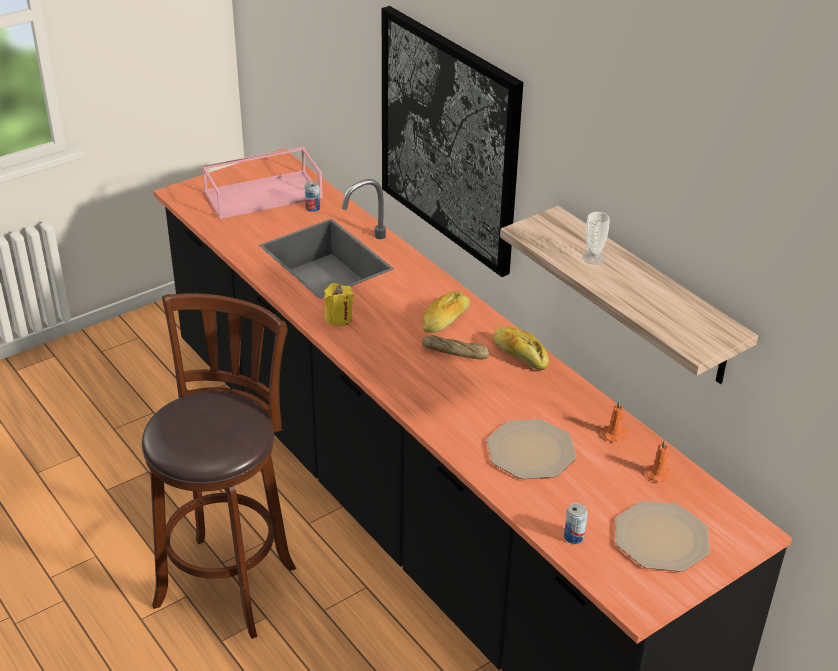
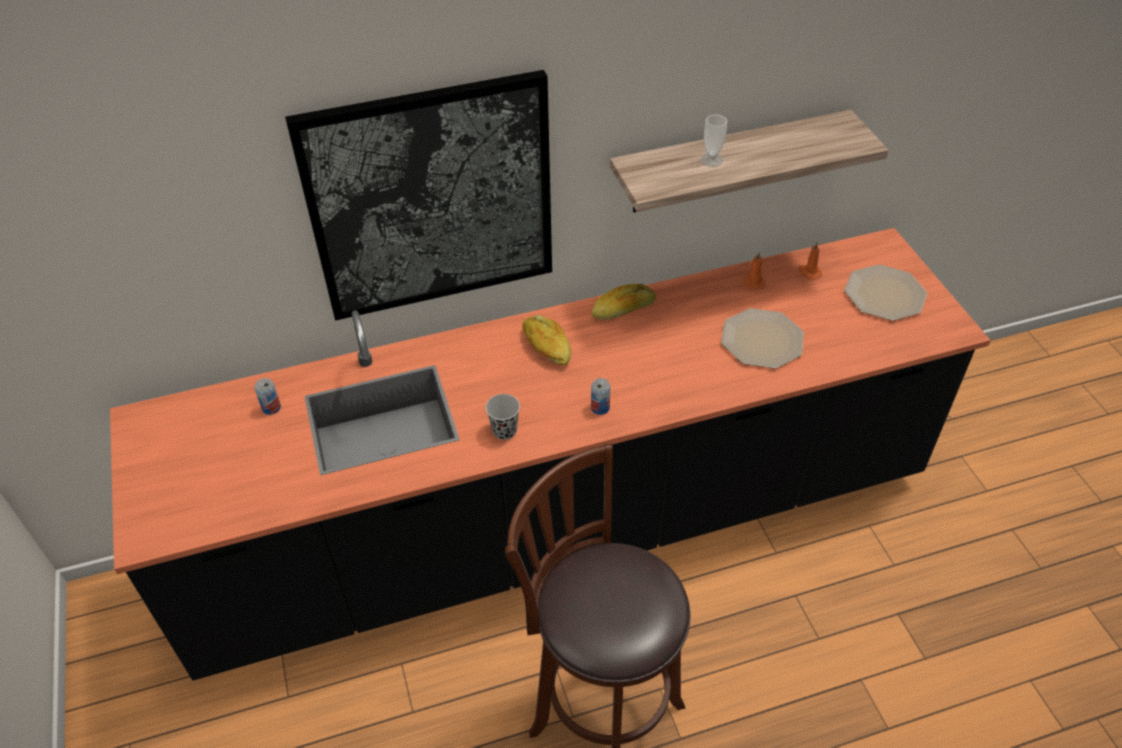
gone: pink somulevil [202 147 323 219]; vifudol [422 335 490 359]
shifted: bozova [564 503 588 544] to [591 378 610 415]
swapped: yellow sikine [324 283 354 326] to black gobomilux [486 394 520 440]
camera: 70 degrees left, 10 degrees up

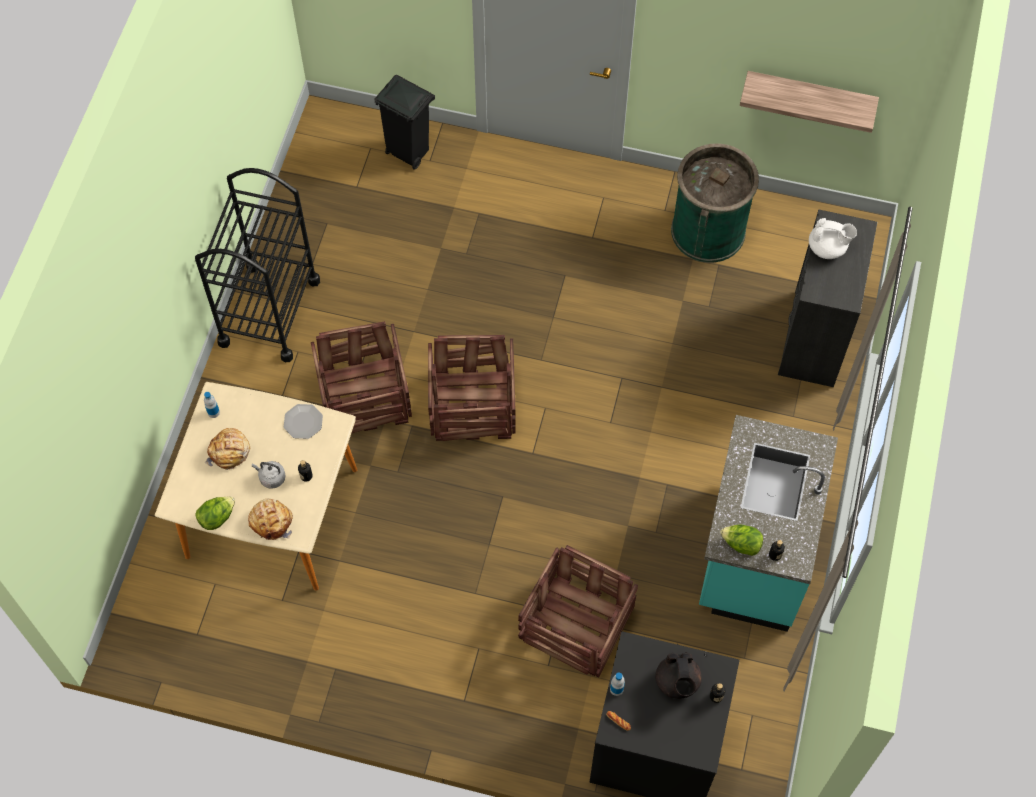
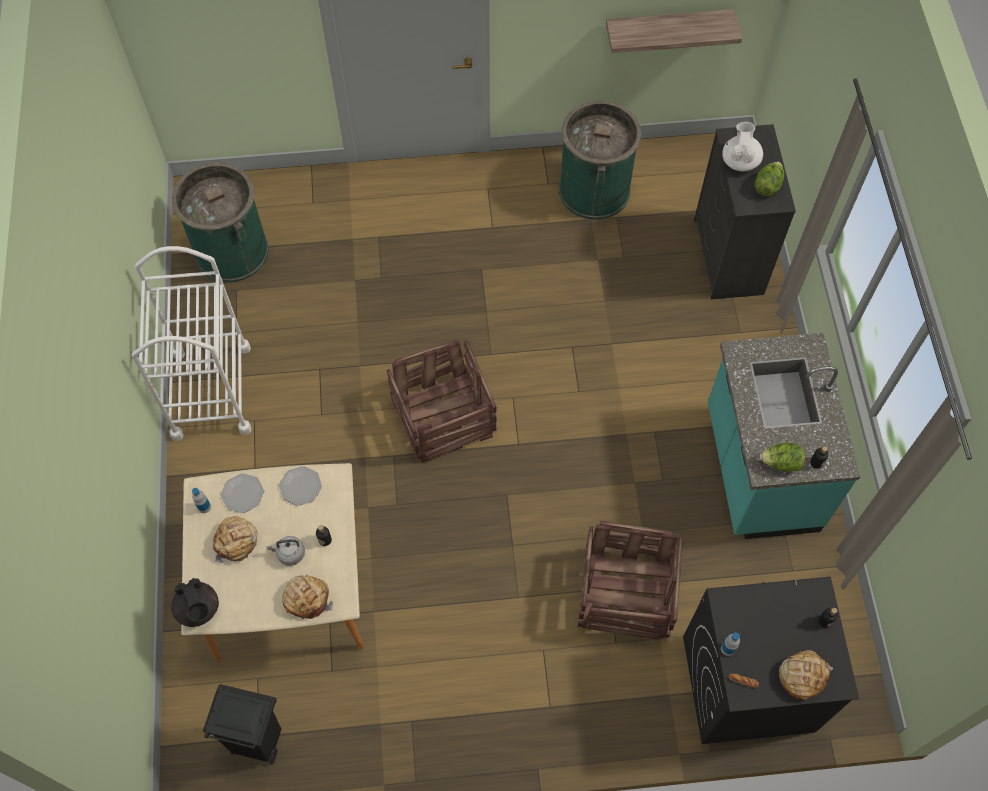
gone: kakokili [311 321 412 434]
new: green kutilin [172 163 269 283]; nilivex [221 473 264 513]; vifudol [779 650 833 700]
shifted: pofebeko [195 496 235 530] to [754 161 784 196]; black kutilin [374 75 435 170] to [203 684 282 765]; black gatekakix [655 652 702 699] to [171 578 219 627]
repainted: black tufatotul [195 168 320 362] to white tufatotul [132 246 252 441]
rotated: white gatekakix [809 218 857 259] = [722 122 763 171] 75 degrees counterclockwise
camera: 20 degrees left, 0 degrees up

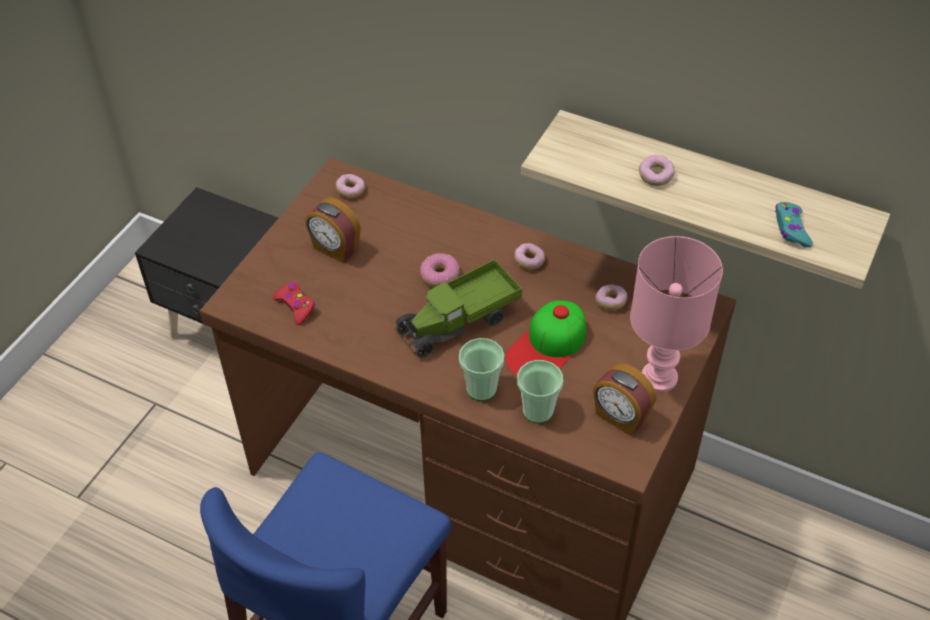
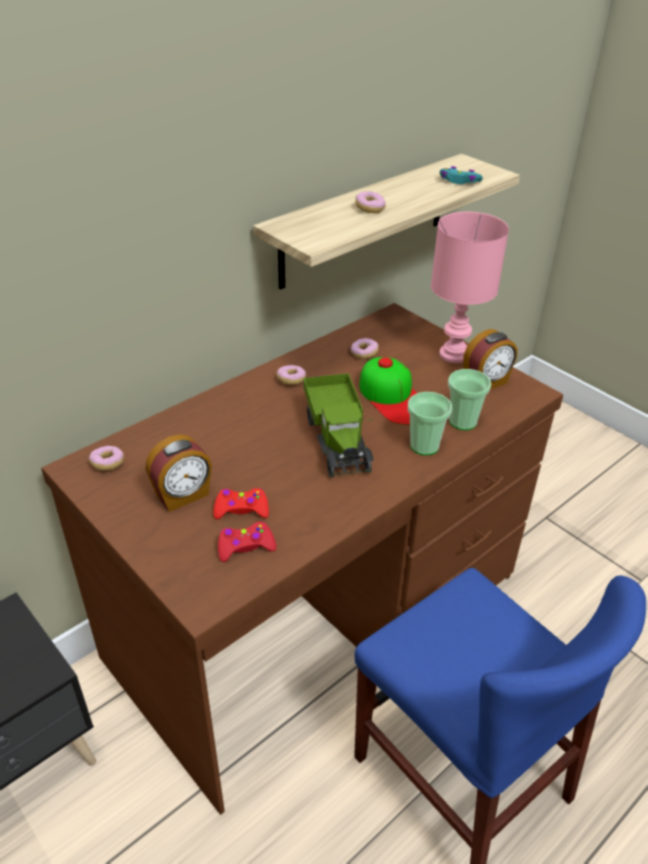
gone: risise [420 253 460 287]
new: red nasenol [213 488 269 519]
camera: 70 degrees left, 10 degrees down

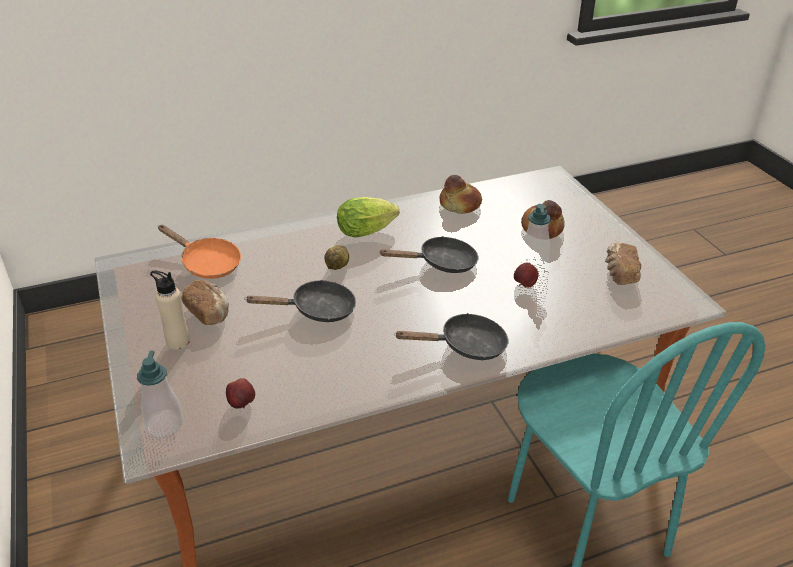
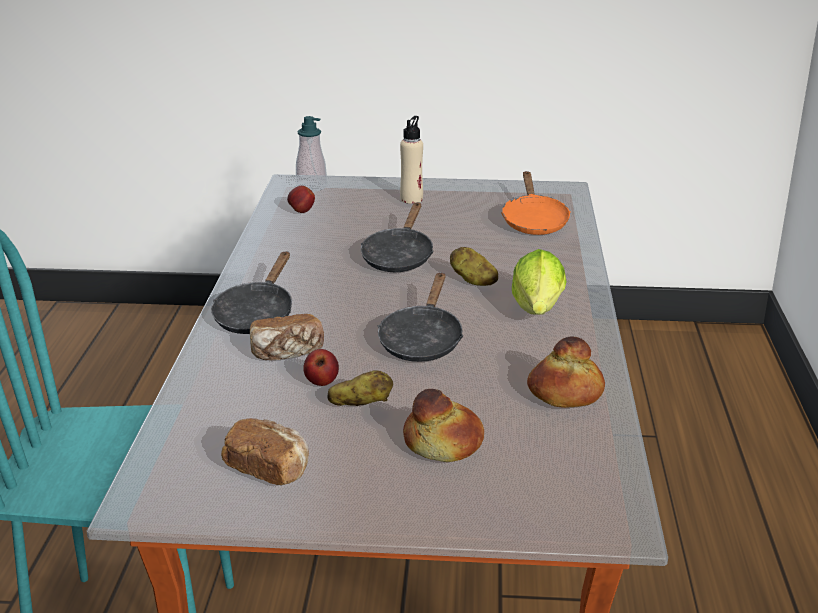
shifted: vifudol [181 280 229 325] to [250 314 324 360]
swapped: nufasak [520 204 551 271] to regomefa [327 370 393 406]
rotated: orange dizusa [158 225 241 279] = [501 171 571 235] 60 degrees counterclockwise
camera: 115 degrees right, 10 degrees down

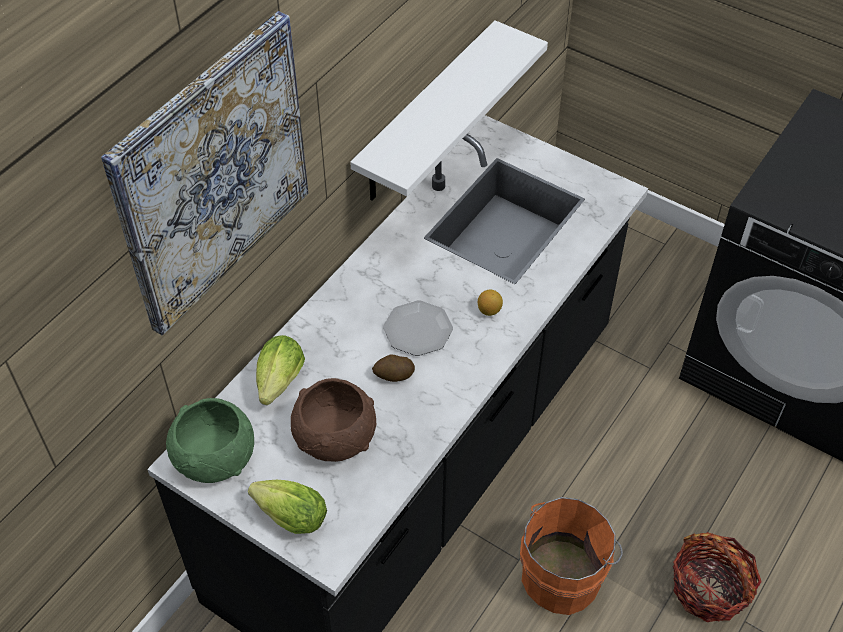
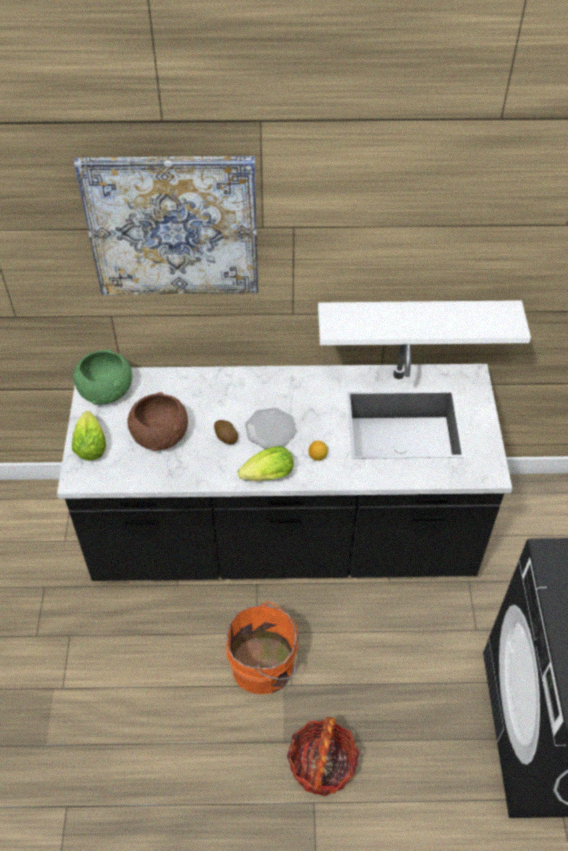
shifted: pofebeko [256 335 305 405] to [238 446 294 481]
camera: 55 degrees right, 0 degrees up

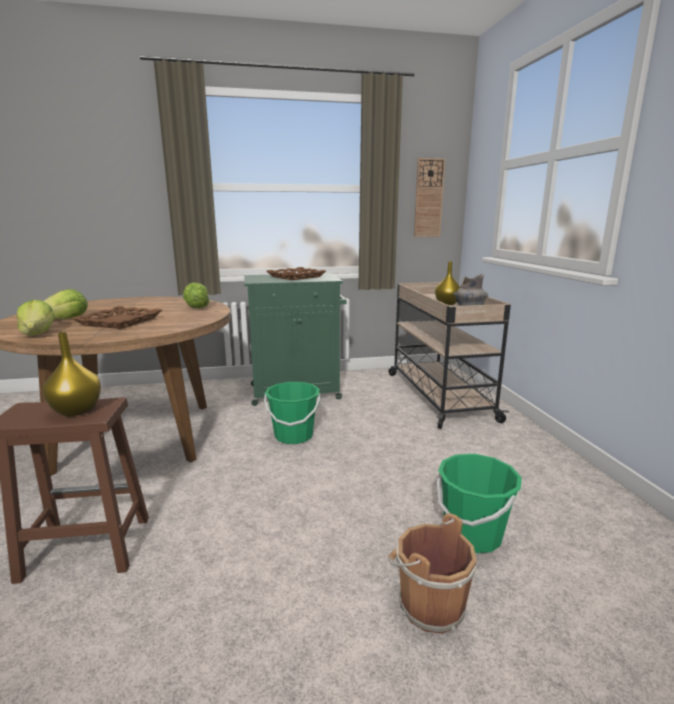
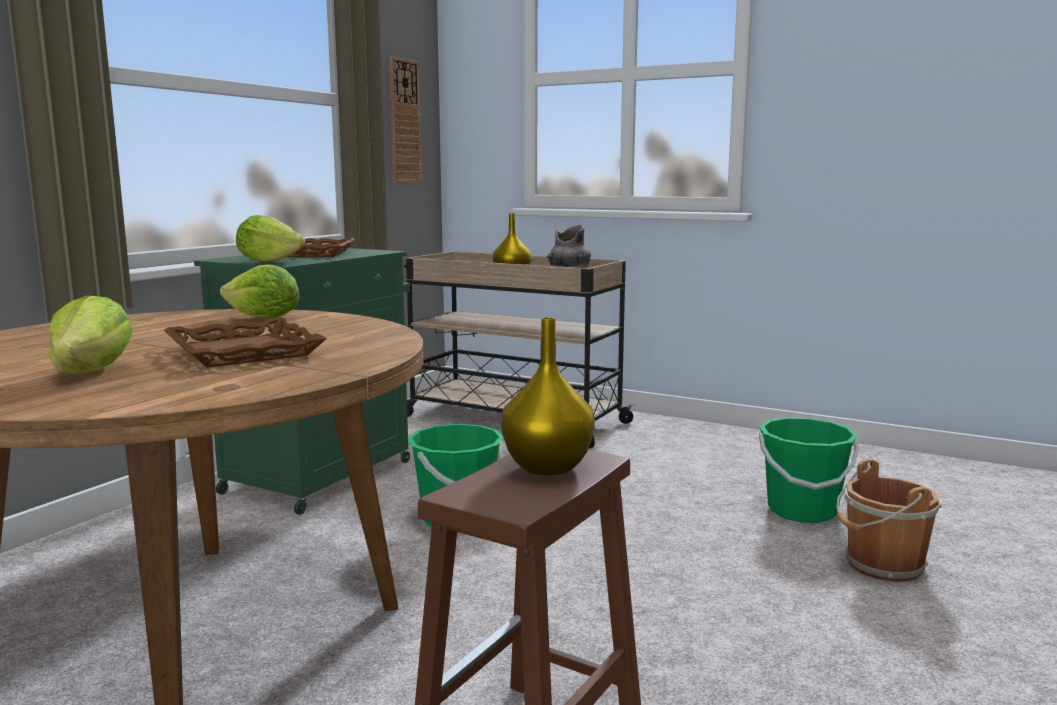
shifted: pofebeko [17 300 55 336] to [236 215 305 262]
camera: 50 degrees left, 5 degrees down

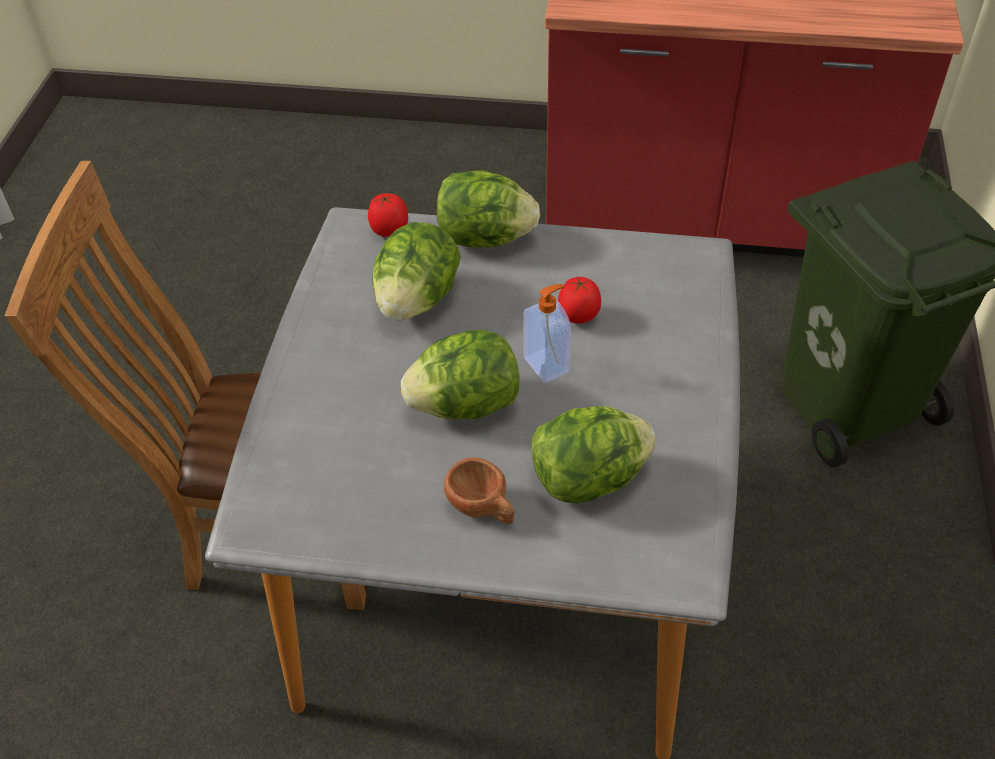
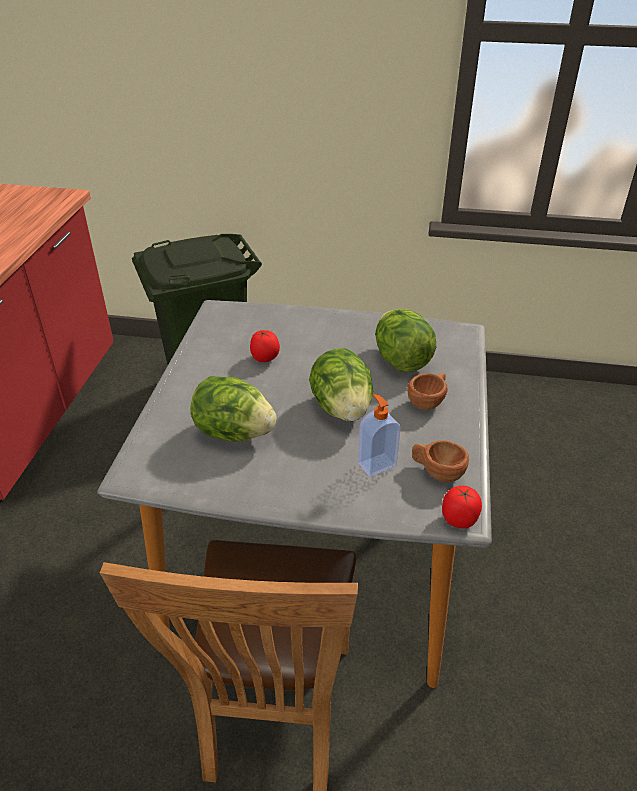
gone: pofebeko [436 170 540 248]
new: brown gobomilux [412 440 469 482]
shifted: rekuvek [368 193 408 237] to [442 486 482 529]; nufasak [524 284 571 383] to [358 394 401 477]
camera: 90 degrees left, 10 degrees down

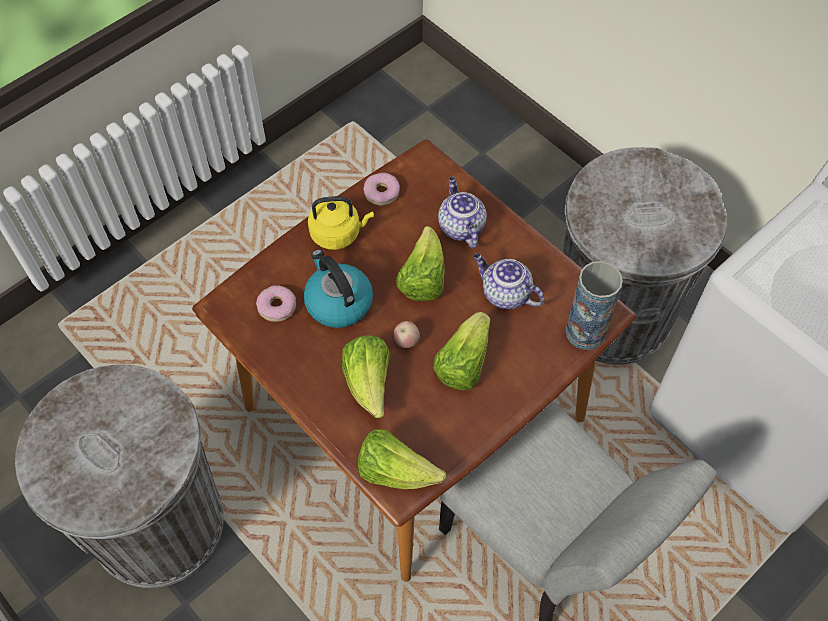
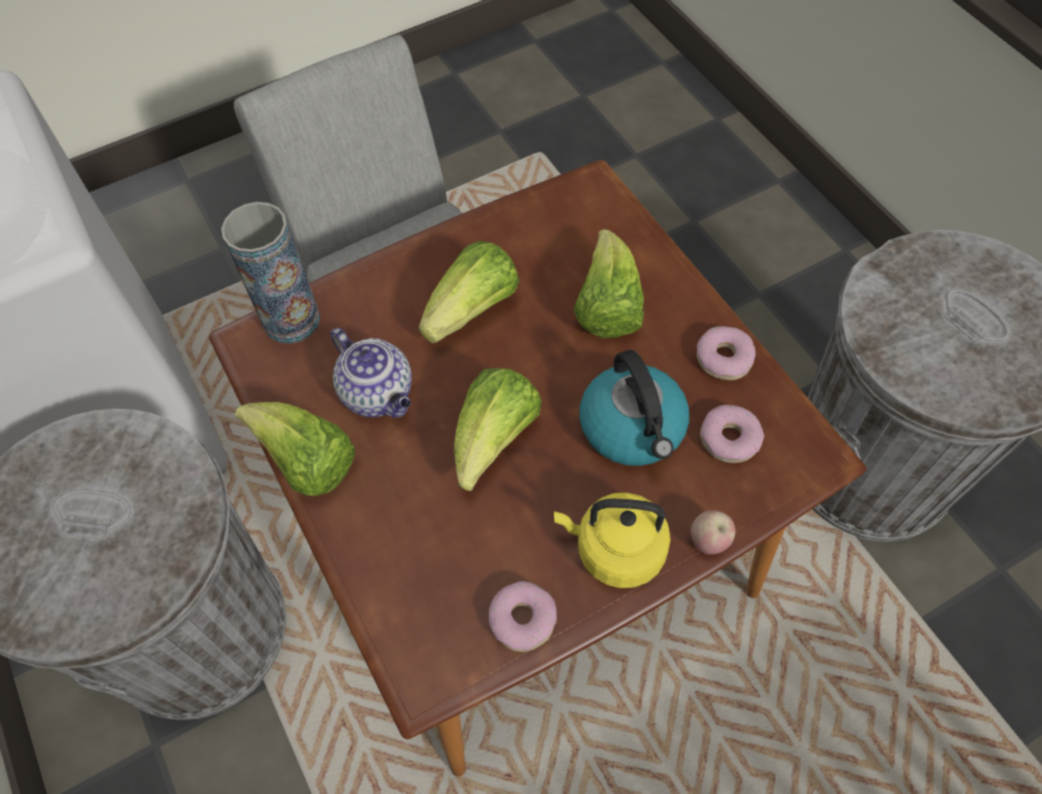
gone: gatekakix [438 176 487 249]
new: risise [697 326 756 381]
shifted: pofebeko [358 429 446 489] to [235 402 355 496]; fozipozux [393 321 420 348] to [690 510 735 555]
camera: 165 degrees left, 0 degrees up

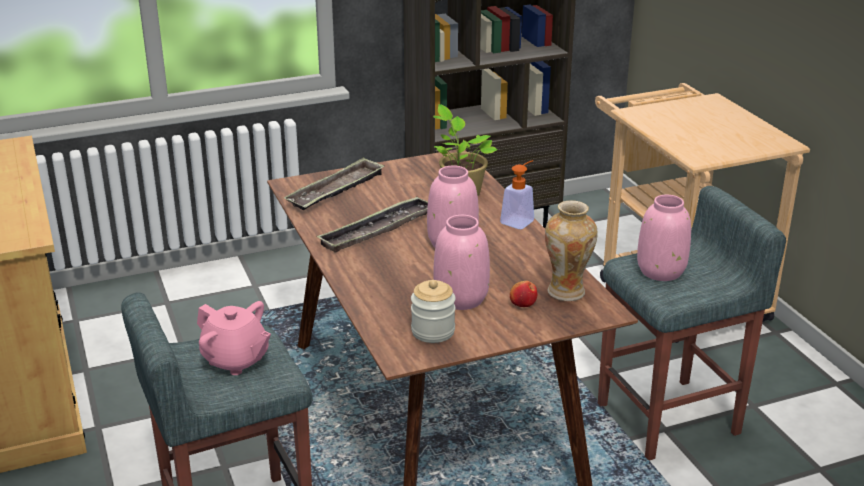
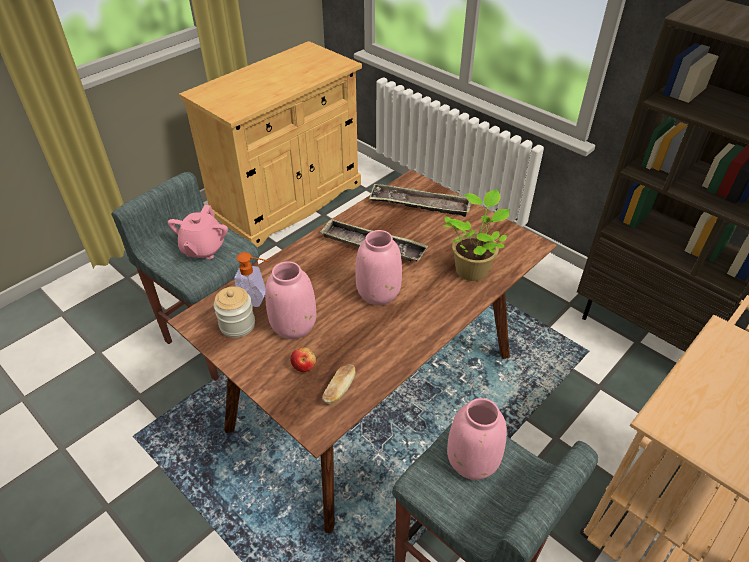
shifted: nufasak [500 160 534 229] to [234 252 268 307]
swapped: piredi [545 200 598 301] to vifudol [322 364 355 404]
camera: 65 degrees right, 15 degrees up

